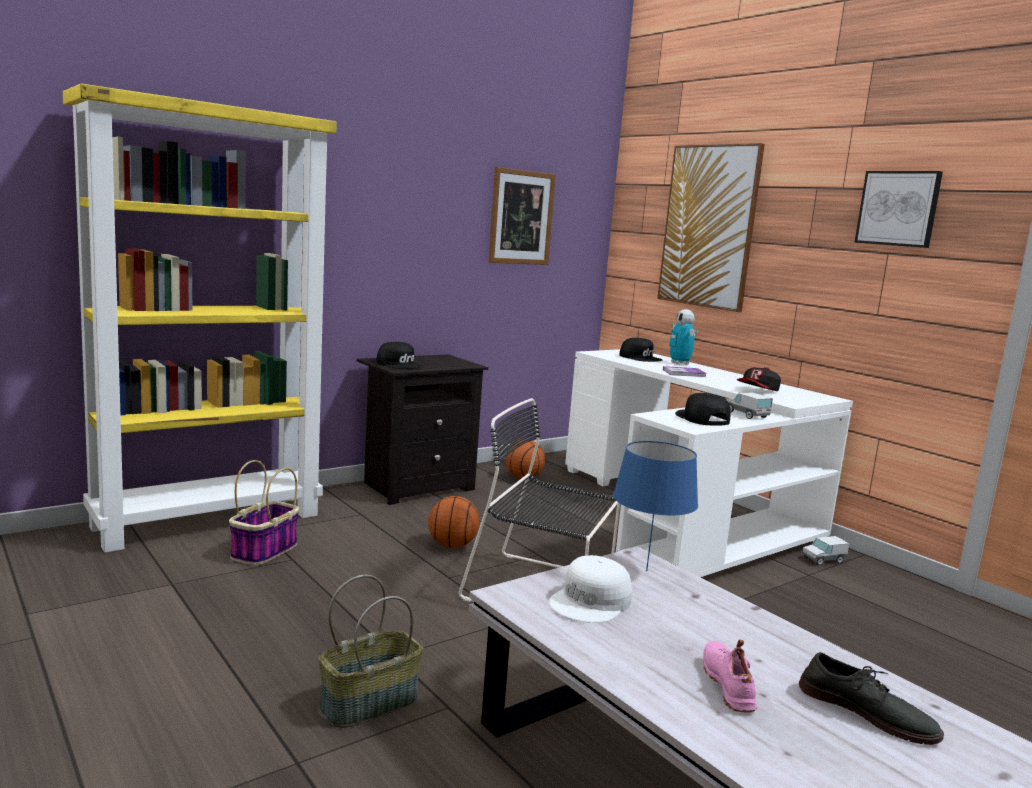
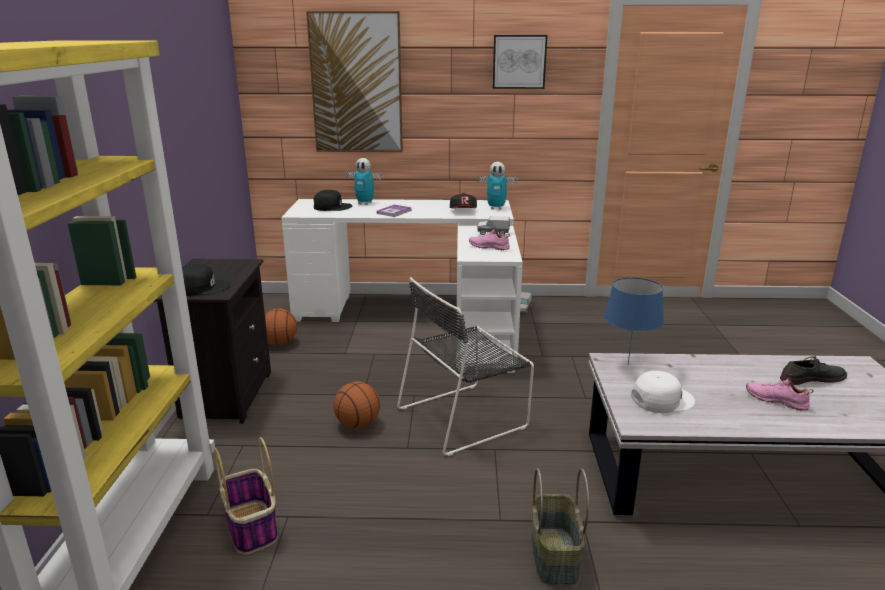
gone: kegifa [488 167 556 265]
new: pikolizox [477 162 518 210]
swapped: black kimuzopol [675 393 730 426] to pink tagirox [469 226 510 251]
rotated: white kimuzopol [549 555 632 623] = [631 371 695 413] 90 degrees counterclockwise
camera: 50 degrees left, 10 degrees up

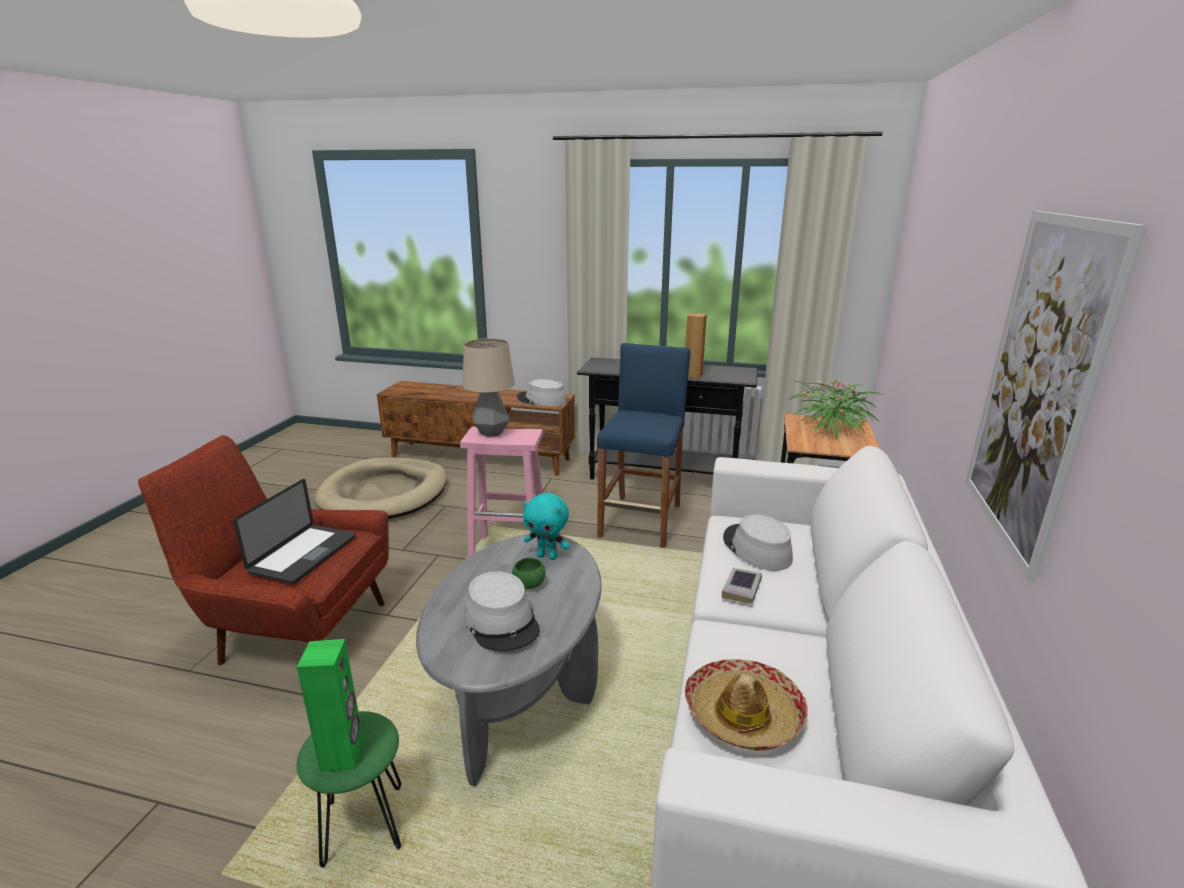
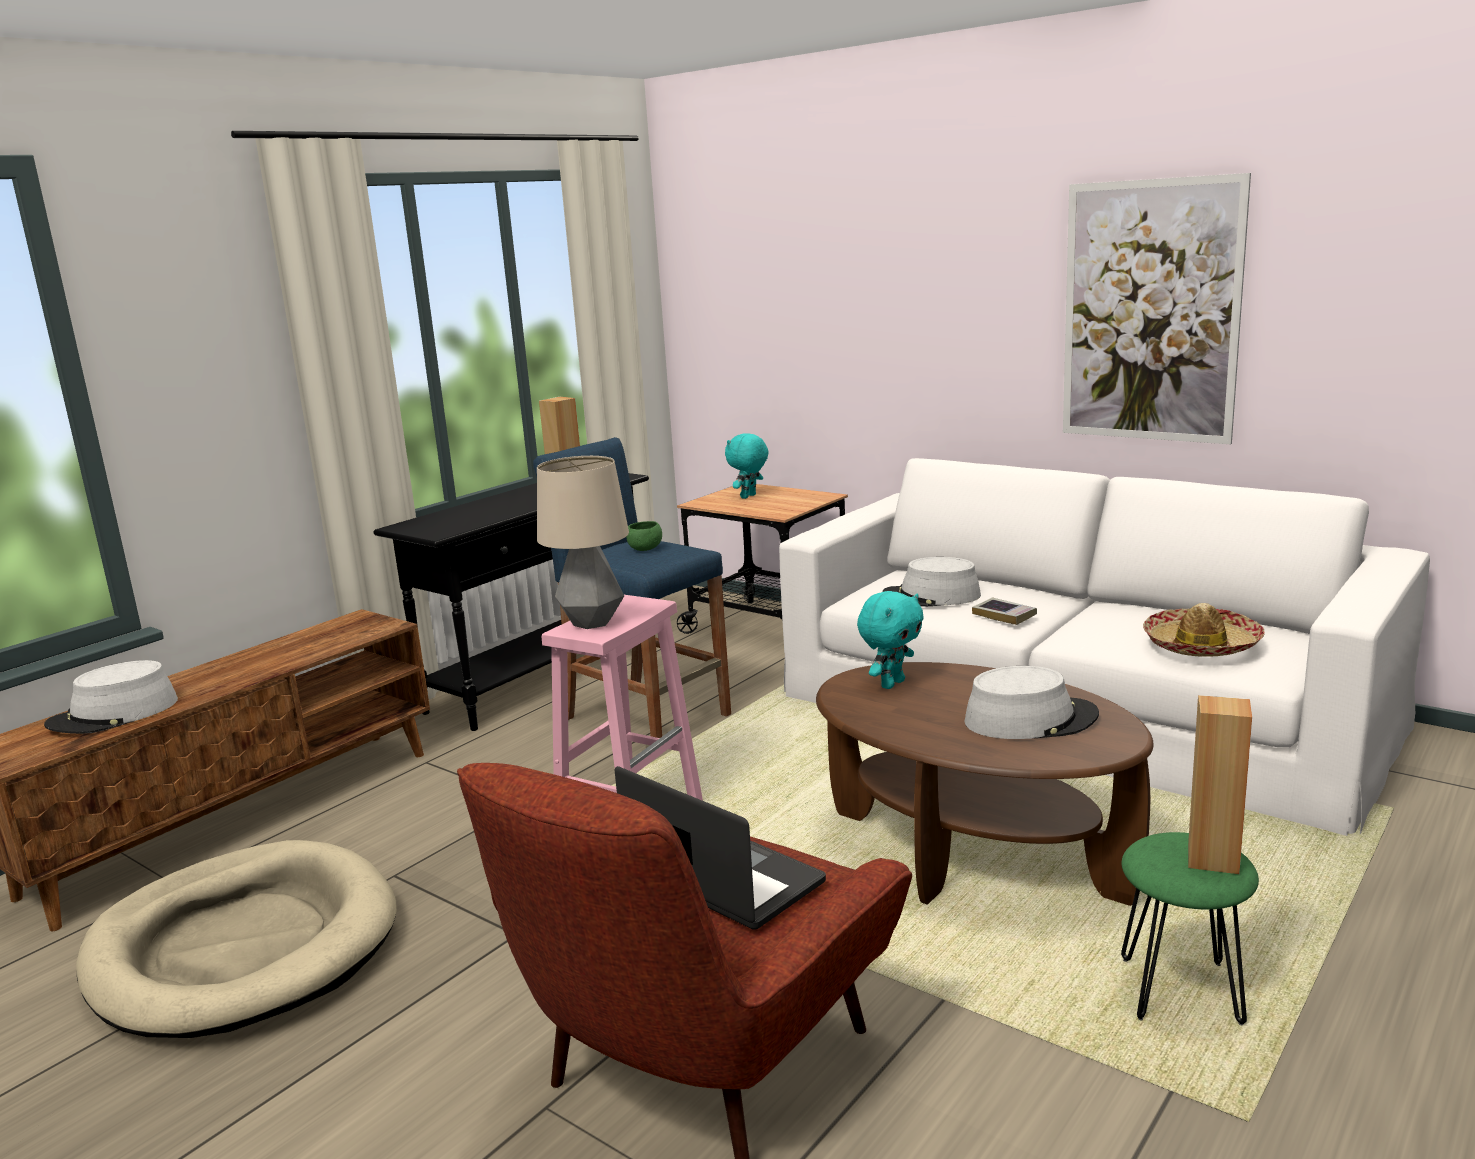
shifted: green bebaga [512 558 546 589] to [626 521 662 551]; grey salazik [517 379 566 406] to [44 660 178 734]
swapped: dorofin [789 379 883 441] to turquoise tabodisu [725 433 769 499]
repainted: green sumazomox [297 639 363 772] to brown sumazomox [1188 695 1252 874]; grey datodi [416 534 602 786] to brown datodi [816 662 1153 906]
camera: 65 degrees left, 5 degrees down

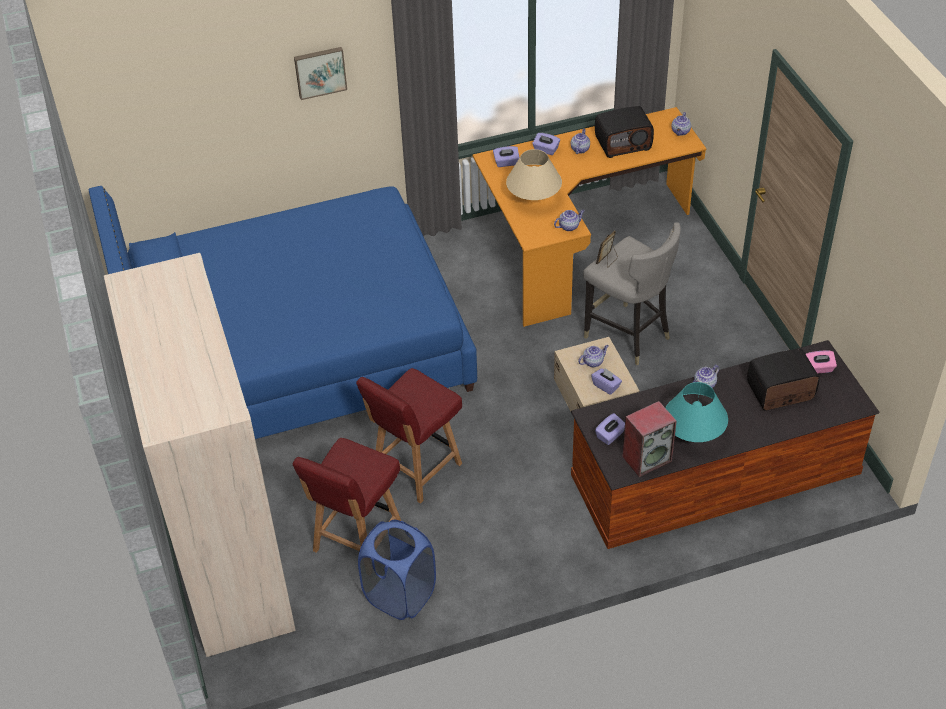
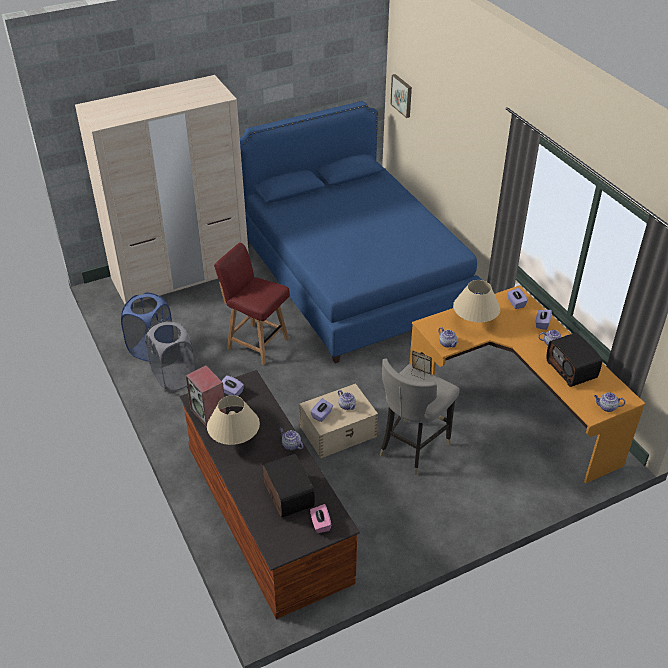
gone: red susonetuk [293 438 401 553]
new: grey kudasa [145 320 196 392]
shifted: kegifa [294 47 347 100] to [390 74 412 118]
repainted: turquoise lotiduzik [665 382 728 442] to beige lotiduzik [207 395 260 445]
camera: 80 degrees right, 5 degrees down

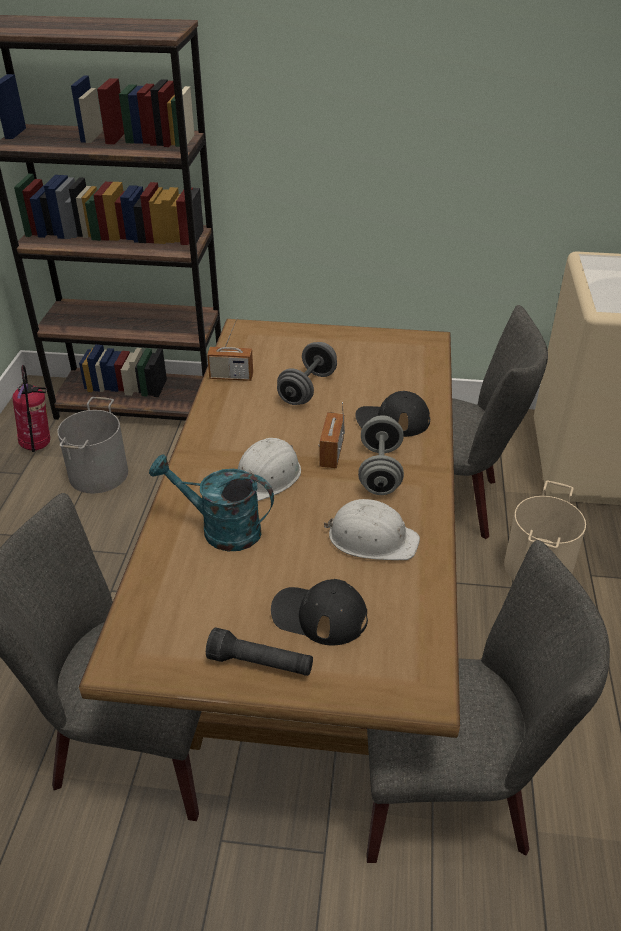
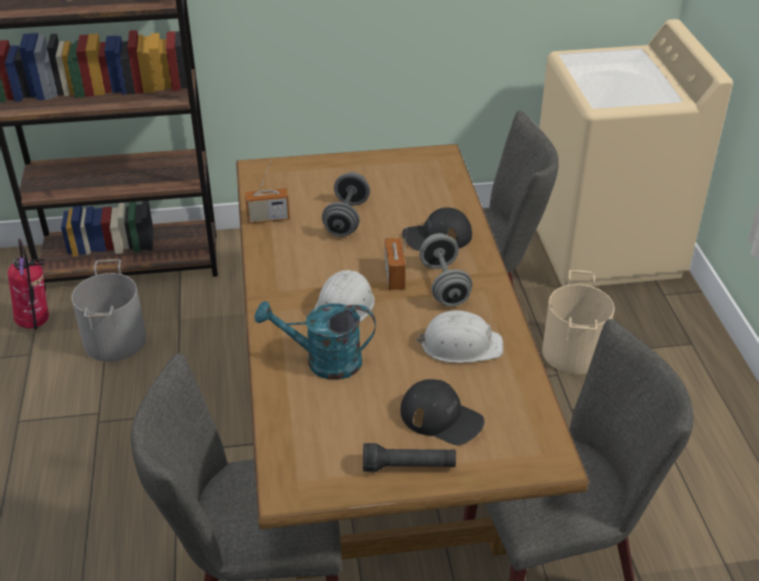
rotated: black kimuzopol [271 579 368 646] = [401 379 485 445] 150 degrees counterclockwise
camera: 15 degrees left, 0 degrees up

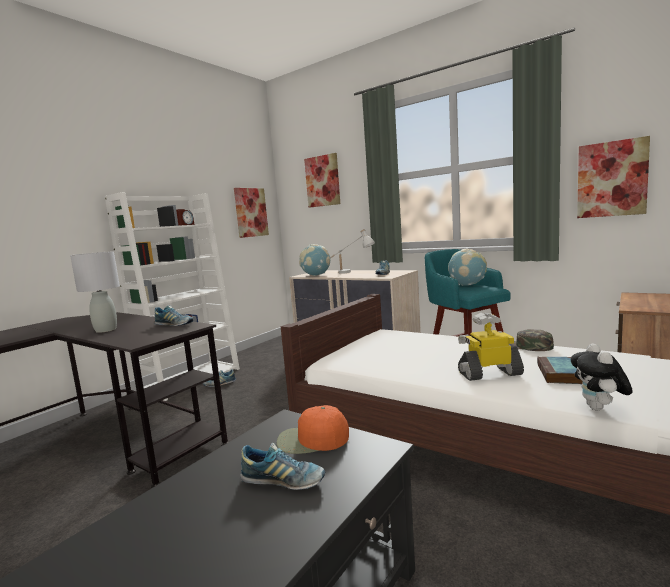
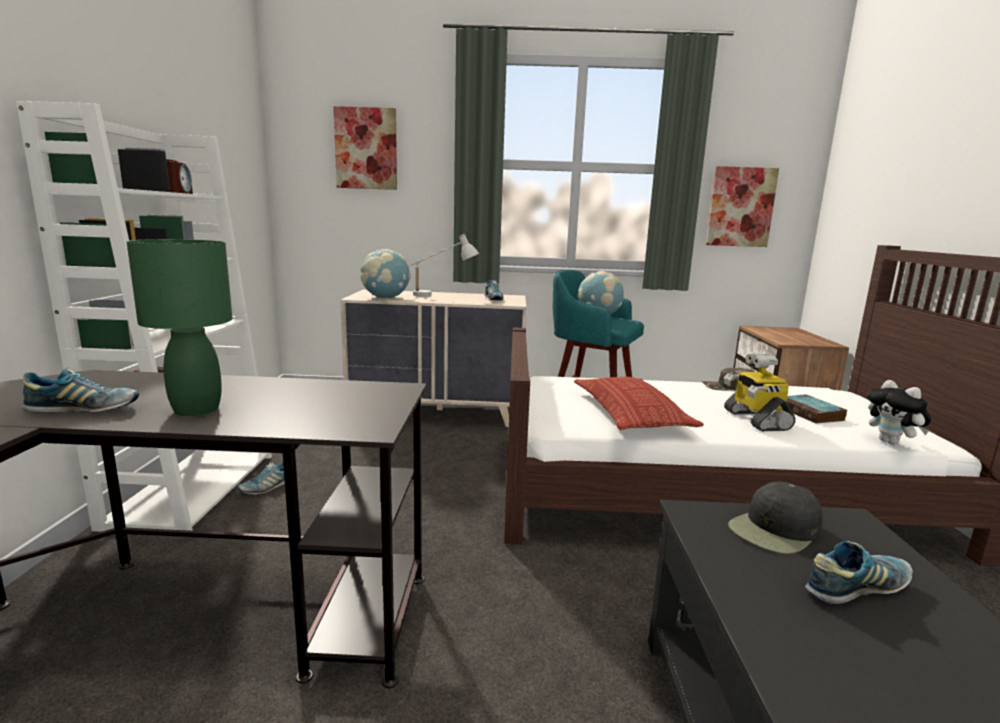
gone: kegifa [234 188 269 238]
new: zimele [574 377 704 430]
shifted: tagirox [154 305 193 326] to [22 367 139 412]
repainted: grey lotiduzik [70 251 120 333] to green lotiduzik [126 239 232 416]; orange kimuzopol [277 405 349 454] to black kimuzopol [728 482 823 554]
rotated: pikolizox [458 313 524 381] = [724 354 796 432] 60 degrees counterclockwise
camera: 35 degrees left, 5 degrees up

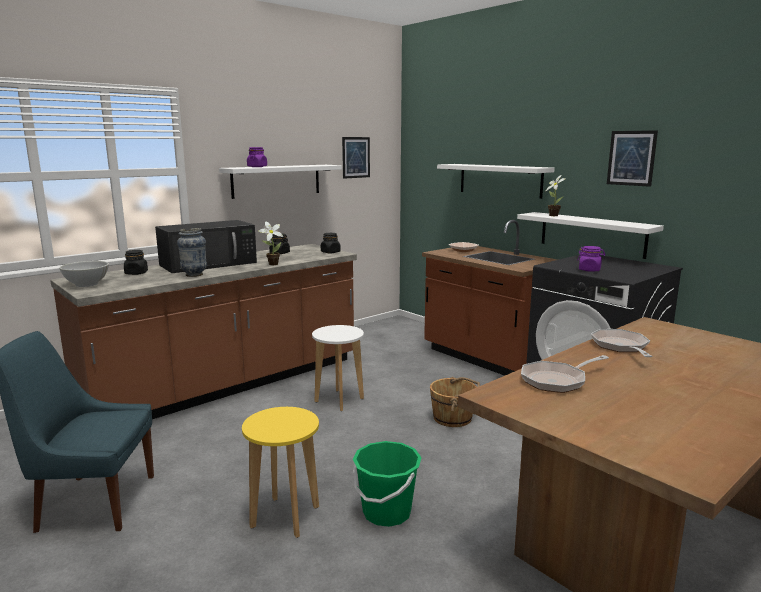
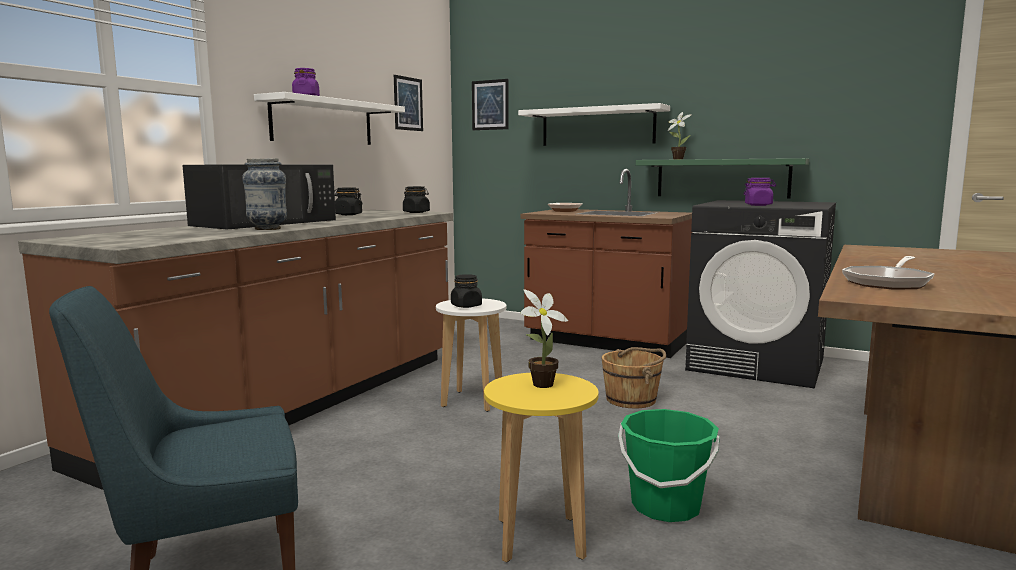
gone: white bebaga [59 261 109 287]; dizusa [591 329 652 357]
shifted: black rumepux [124 250 148 275] to [451 274 482 308]; dorofin [258 221 283 265] to [520 289 568 388]; kegifa [607 130 658 187] to [472 79 509 130]
repainted: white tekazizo [517 212 664 259] to green tekazizo [636 158 809 198]
camera: 20 degrees left, 5 degrees down

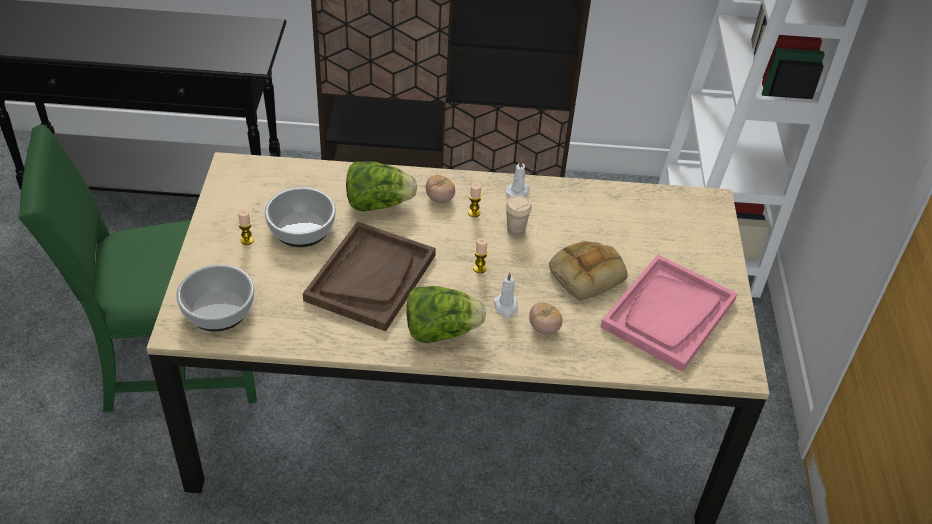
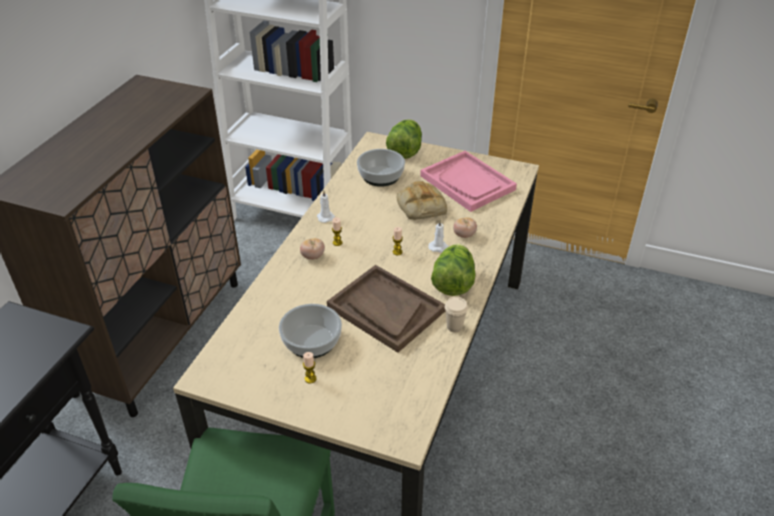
shifted: bebaga [176 264 254 332] to [357 149 405 187]; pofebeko [346 161 417 211] to [386 119 422 159]; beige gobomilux [505 196 532 236] to [445 297 468 332]
camera: 70 degrees left, 5 degrees down

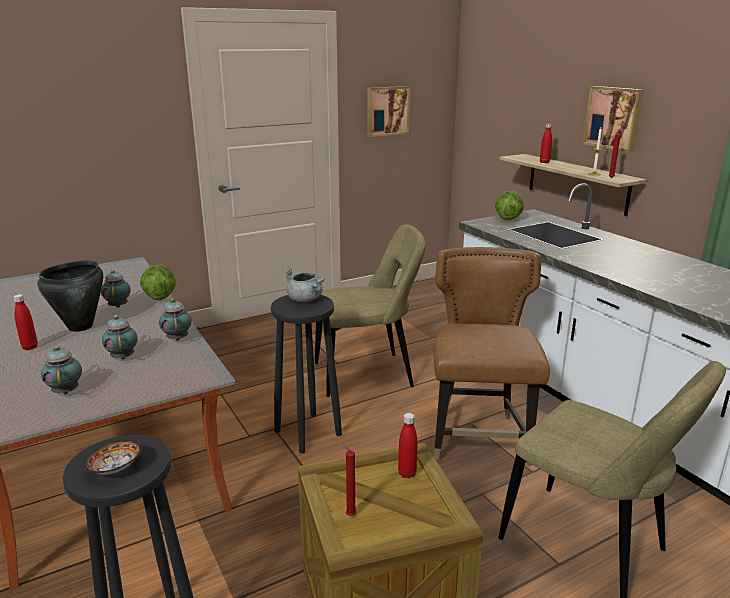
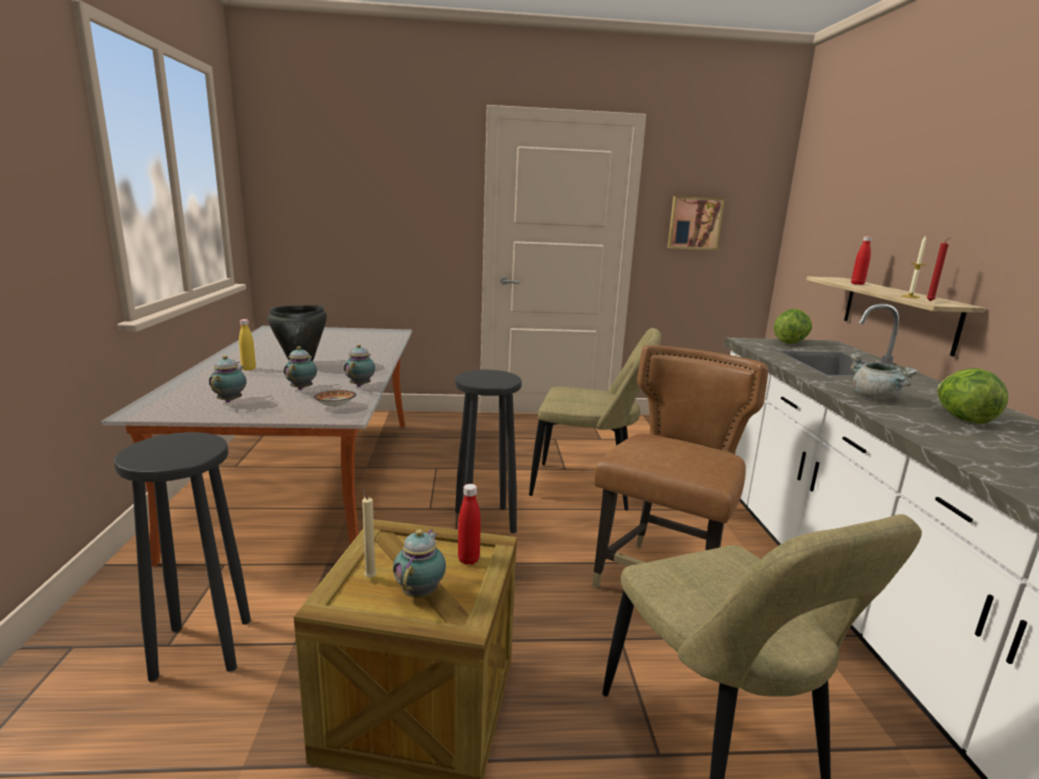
gone: kegifa [583 86 644 152]
shifted: bebaga [83 440 143 475] to [313 390 356 407]; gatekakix [101 270 131 308] to [393 529 446 598]; pofebeko [140 264 176 300] to [937 368 1008 424]; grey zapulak [283 267 325 302] to [850 353 919 399]
repainted: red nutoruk [13 294 38 350] to yellow nutoruk [239 319 256 371]; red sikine [342 443 356 516] to beige sikine [362 487 377 578]
camera: 25 degrees right, 5 degrees down

